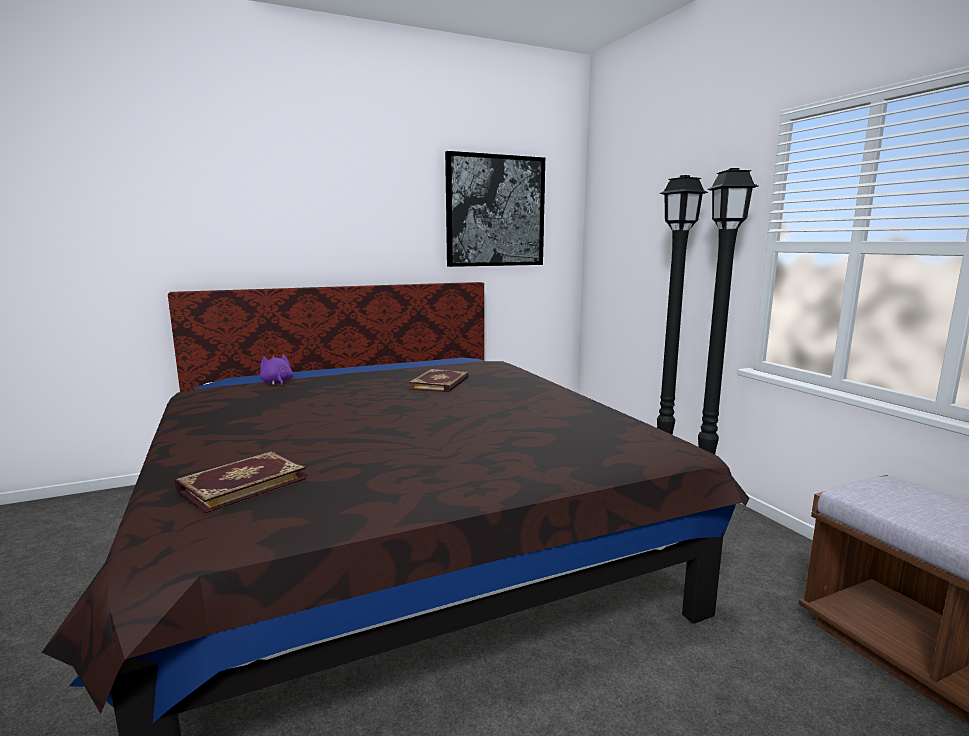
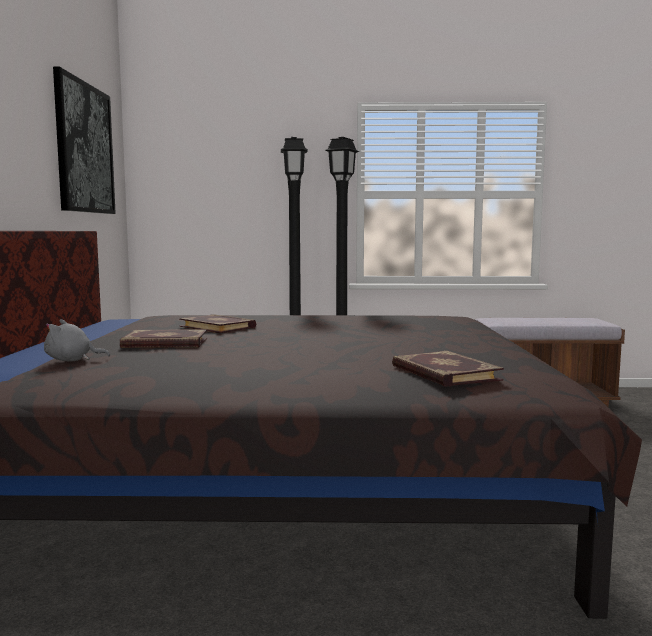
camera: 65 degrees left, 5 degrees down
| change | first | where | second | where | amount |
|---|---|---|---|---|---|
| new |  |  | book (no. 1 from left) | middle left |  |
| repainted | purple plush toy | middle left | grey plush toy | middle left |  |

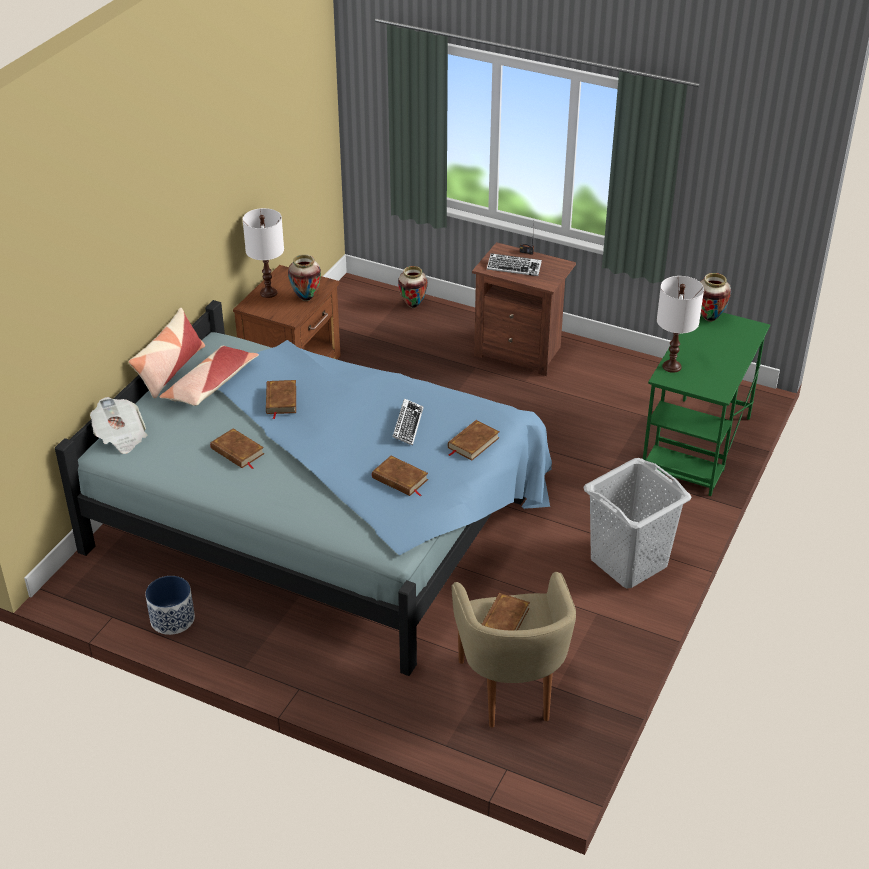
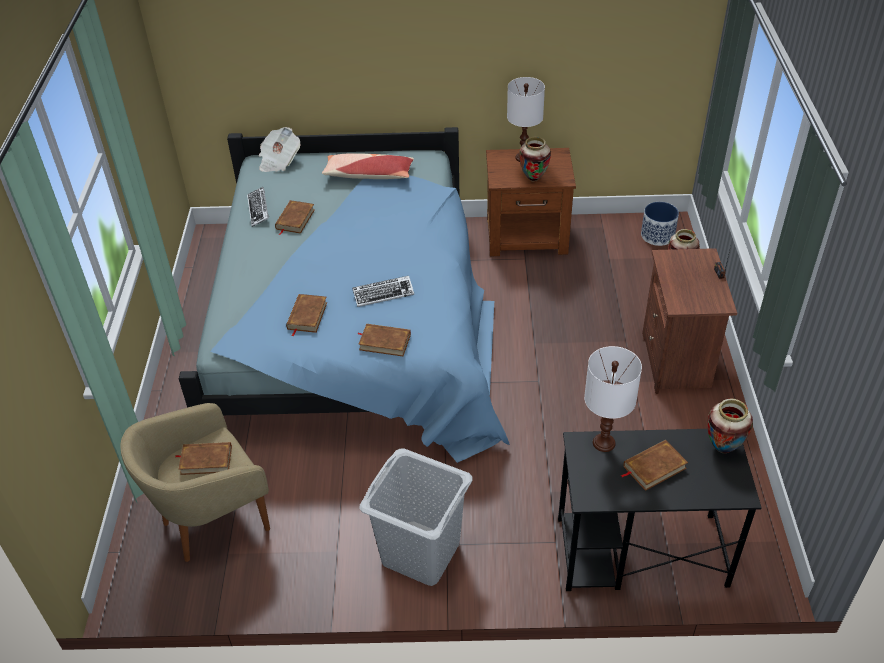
camera: 65 degrees right, 5 degrees up
| change | first | where | second | where | amount |
|---|---|---|---|---|---|
| gone | pillow (no. 1 from left) | middle left |  |  |  |
| shifted | planter | bottom left |  | middle right |  |
| shifted | brown book (no. 2 from left in the first image) | middle left | brown book (no. 5 from left) | bottom right |  |
| shifted | keyboard (no. 2 from left in the first image) | top centre | keyboard (no. 1 from left) | top left |  |
| repainted | green desk | middle right | black desk | bottom right |  |

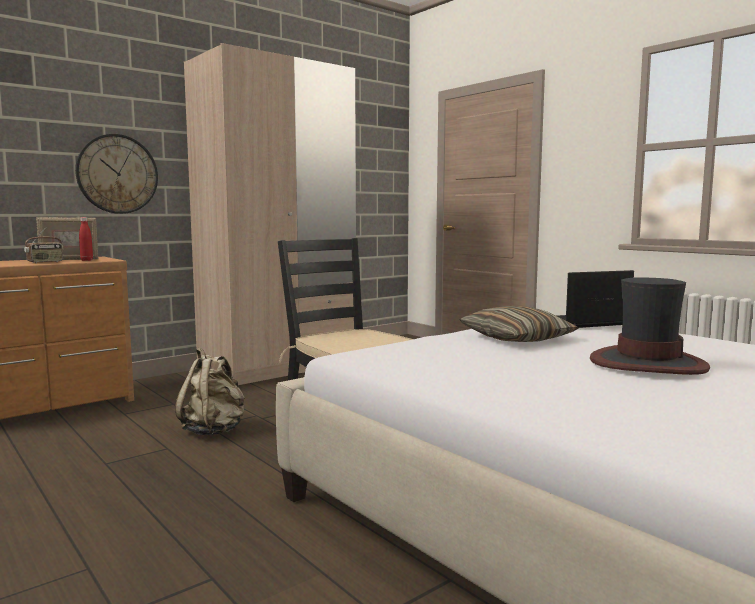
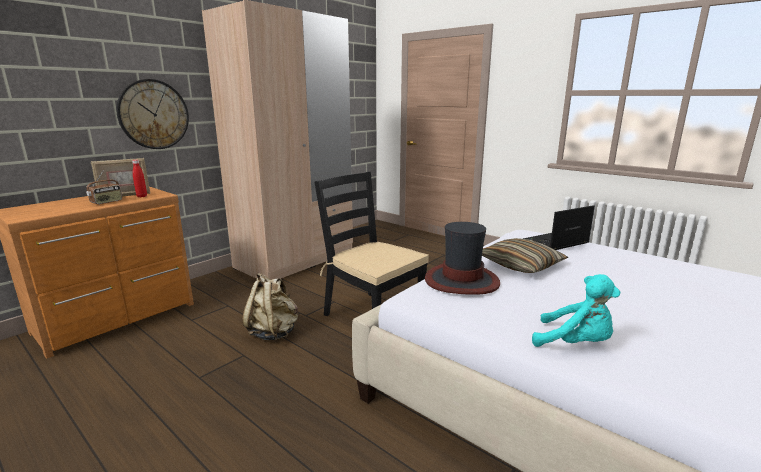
camera: 10 degrees left, 10 degrees up
| change | first | where | second | where | amount |
|---|---|---|---|---|---|
| new |  |  | turquoise plush toy | middle right |  |
| shifted | hat | middle right |  | centre |  |

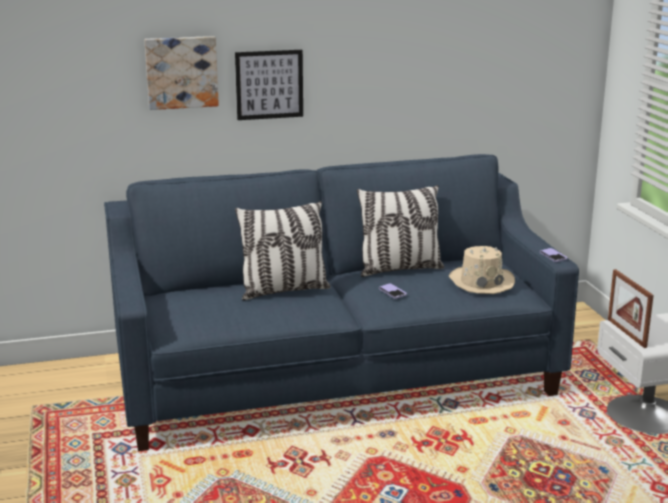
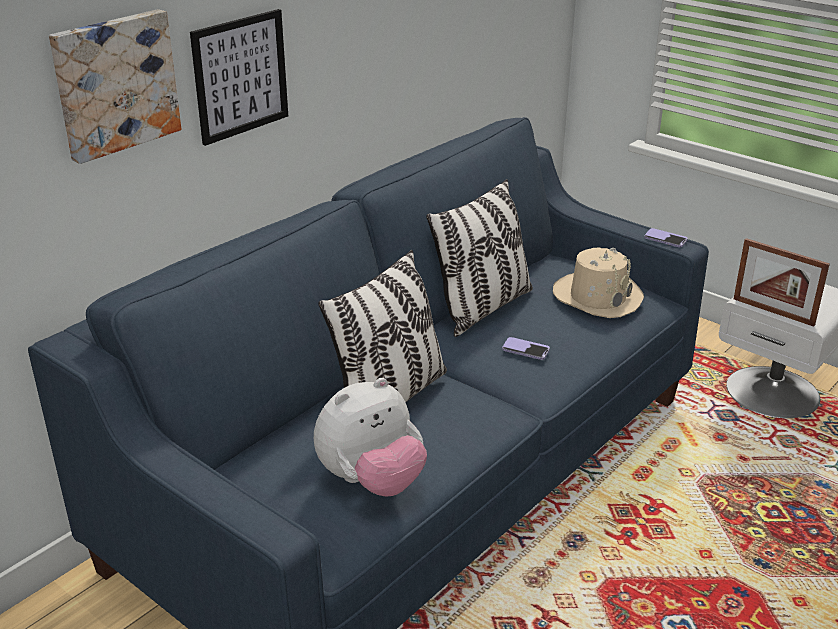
camera: 35 degrees left, 10 degrees up
| change | first | where | second | where | amount |
|---|---|---|---|---|---|
| new |  |  | plush toy | bottom centre |  |

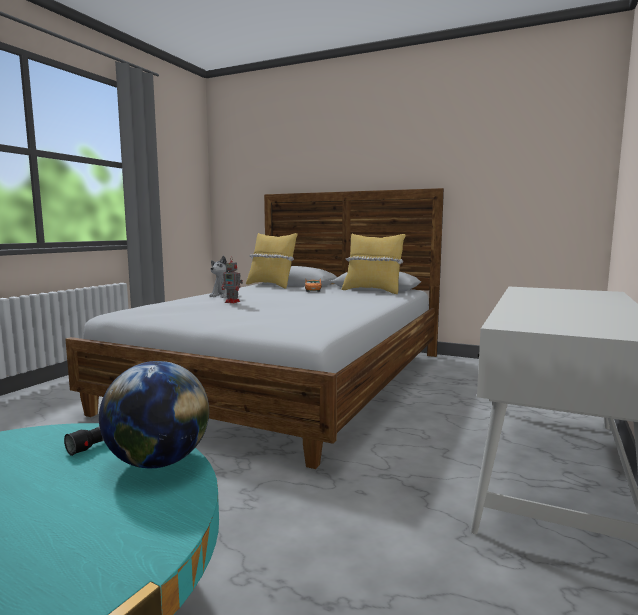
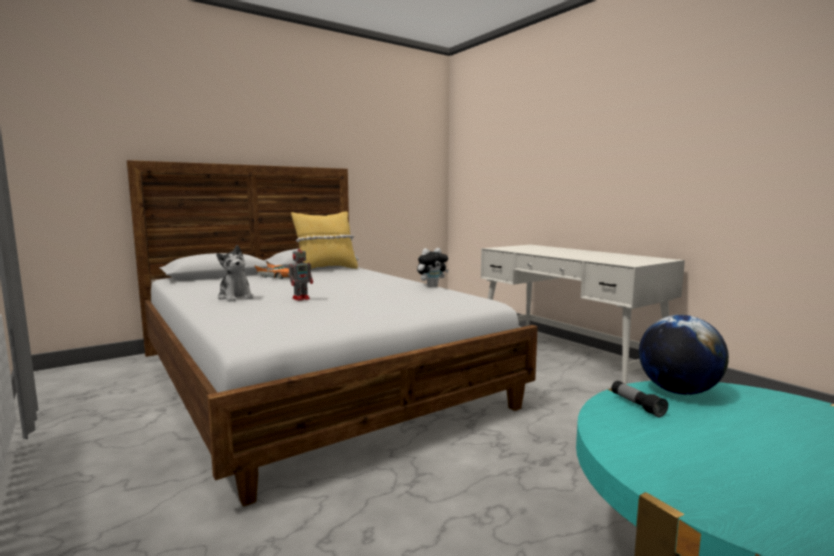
camera: 60 degrees left, 0 degrees up
| change | first | where | second | where | amount |
|---|---|---|---|---|---|
| gone | yellow pillow (no. 1 from left) | centre |  |  |  |
| new |  |  | plush toy (no. 2 from left) | centre |  |

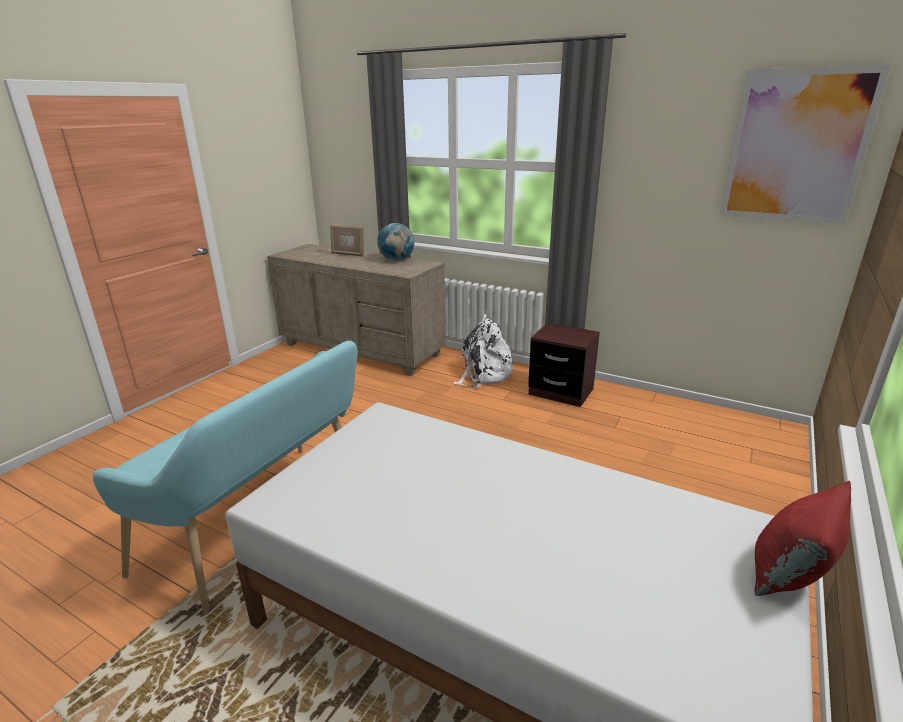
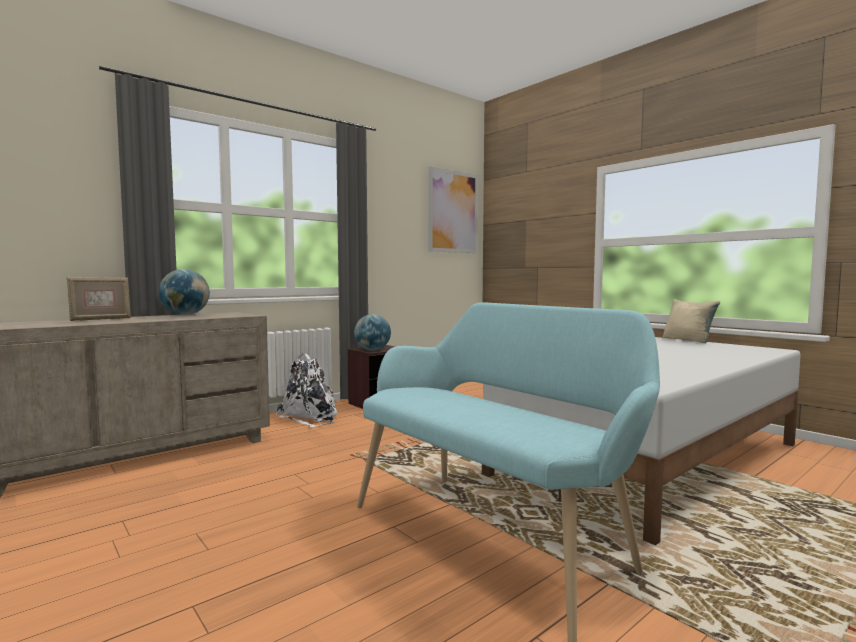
camera: 70 degrees left, 20 degrees down
| change | first | where | second | where | amount |
|---|---|---|---|---|---|
| new |  |  | globe (no. 2 from left) | centre |  |
| repainted | red pillow | bottom right | beige pillow | middle right |  |

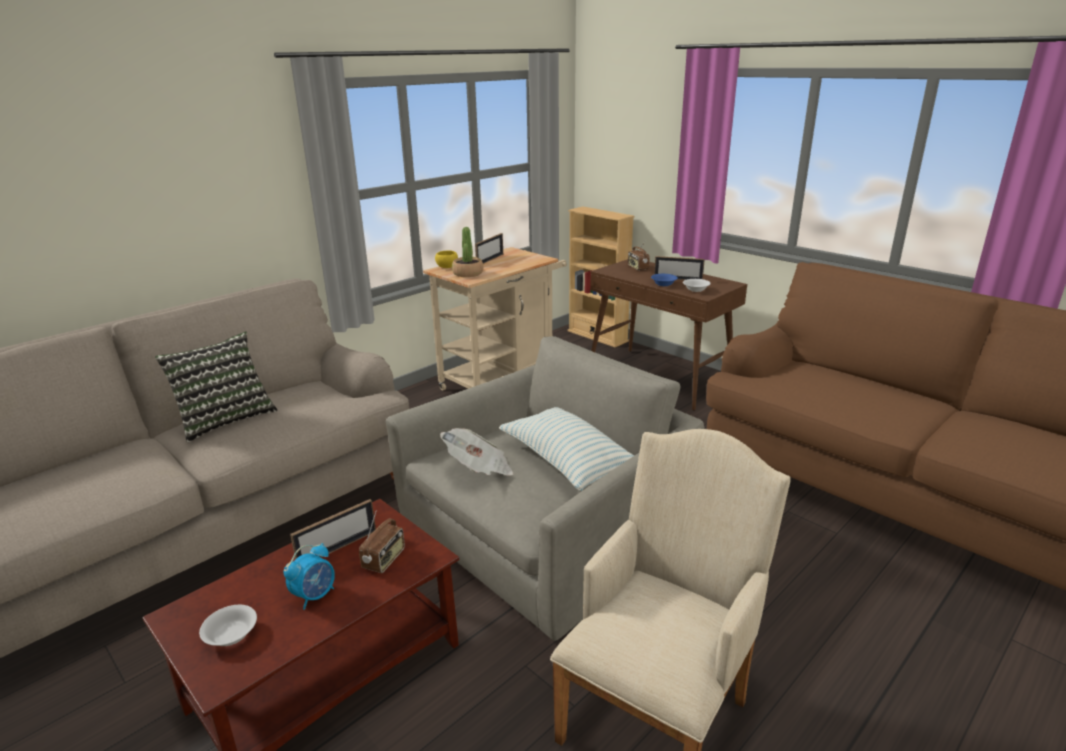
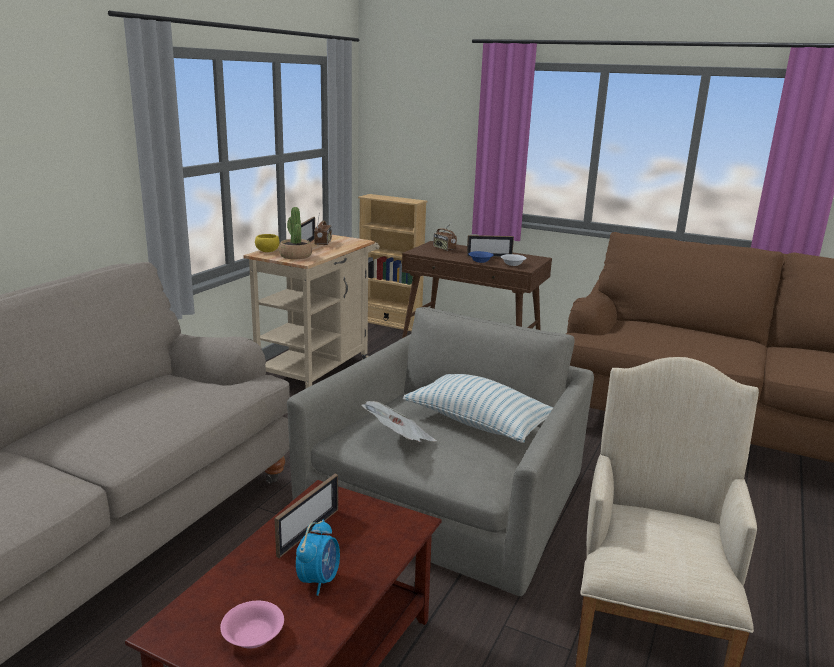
camera: 20 degrees left, 5 degrees down
| change | first | where | second | where | amount |
|---|---|---|---|---|---|
| gone | pillow (no. 1 from left) | middle left |  |  |  |
| shifted | radio (no. 1 from left) | bottom centre |  | centre |  |
| repainted | white bowl (no. 1 from left) | bottom left | pink bowl | bottom left |  |

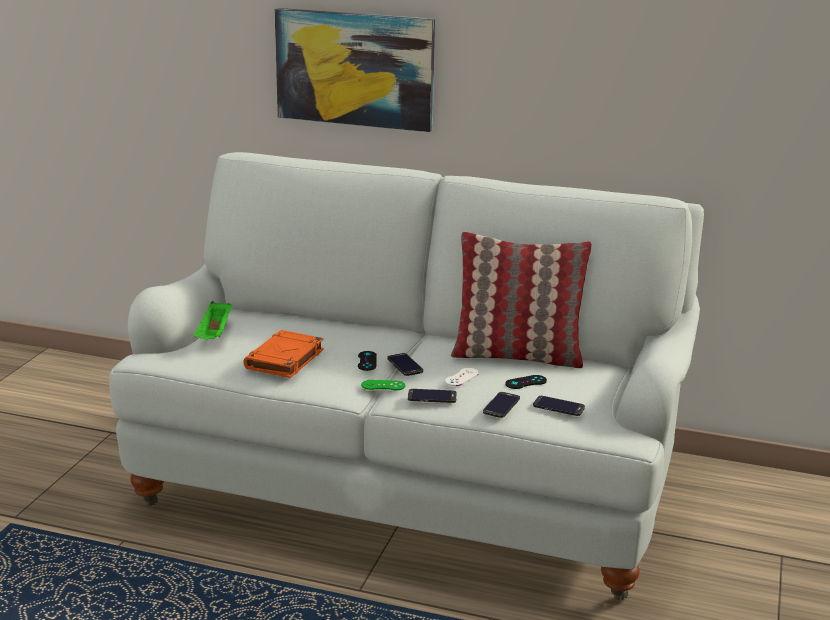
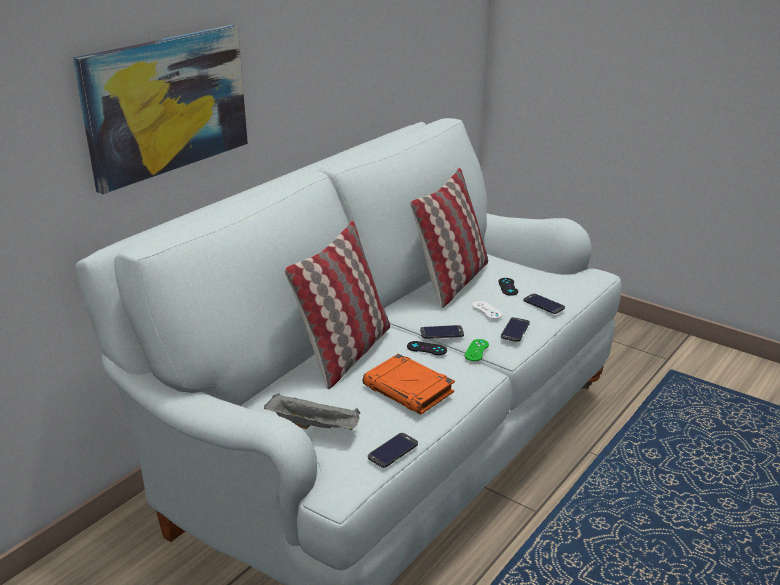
camera: 70 degrees left, 5 degrees up
| change | first | where | second | where | amount |
|---|---|---|---|---|---|
| new |  |  | pillow (no. 1 from left) | centre |  |
| shifted | phone (no. 4 from left in the first image) | middle right | phone (no. 1 from left) | bottom centre |  |
| repainted | green tray | middle left | grey tray | bottom centre |  |

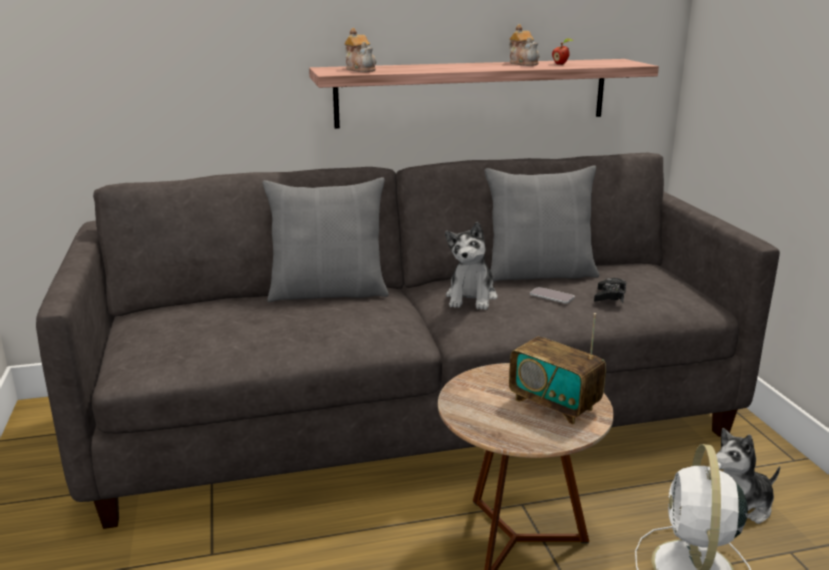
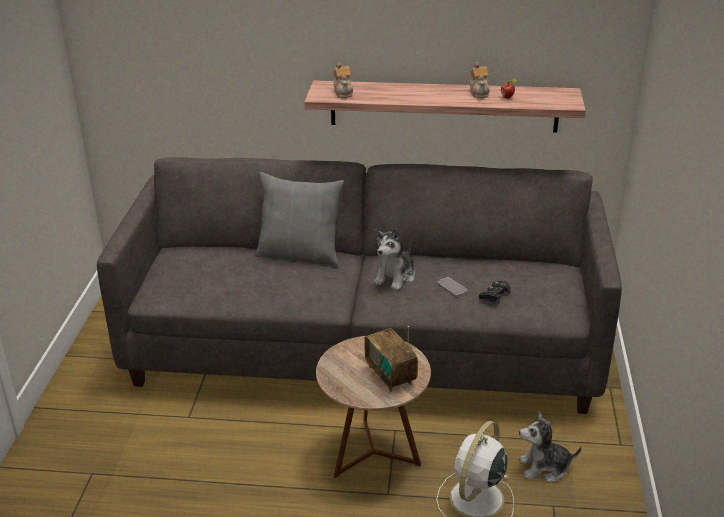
camera: 20 degrees right, 10 degrees up
| change | first | where | second | where | amount |
|---|---|---|---|---|---|
| gone | grey pillow (no. 2 from left) | centre |  |  |  |

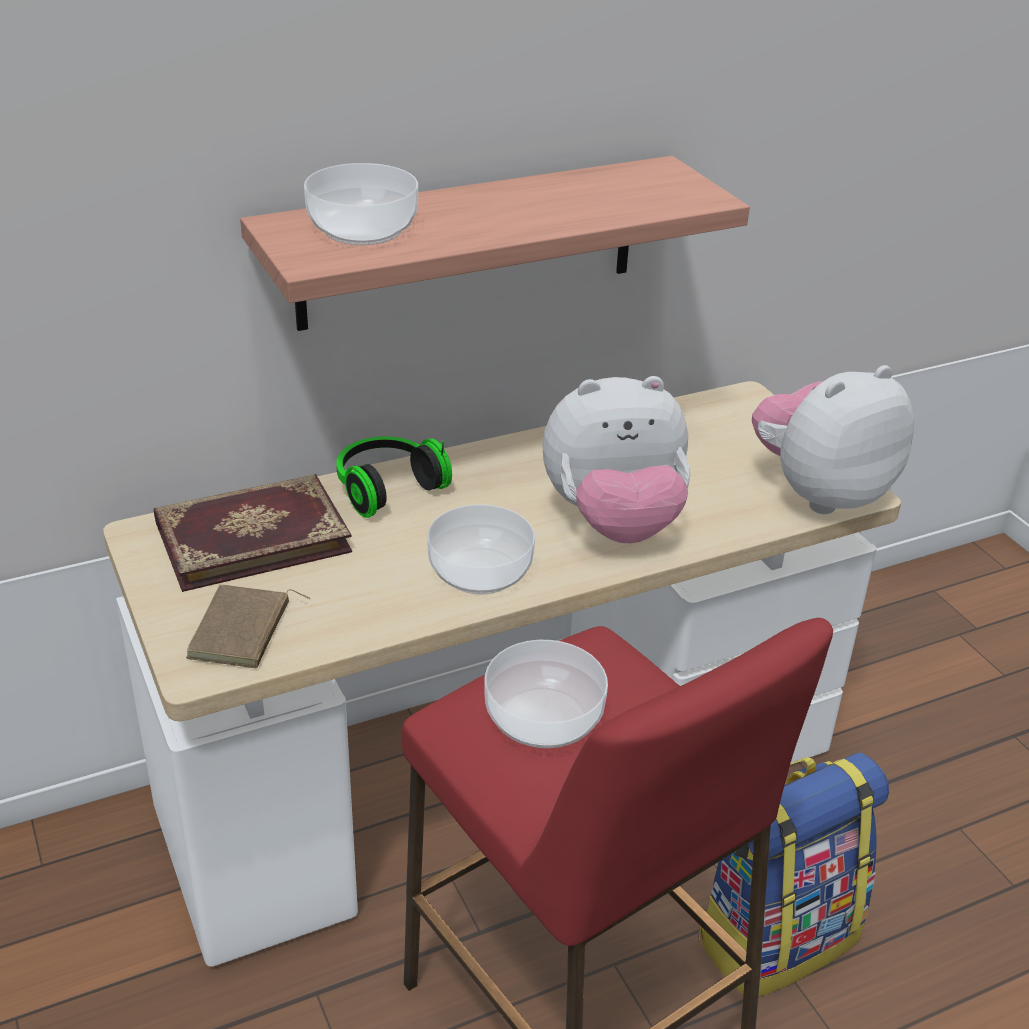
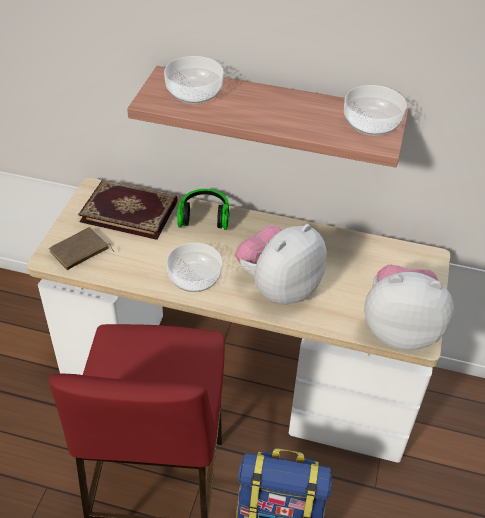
camera: 40 degrees right, 10 degrees up
| change | first | where | second | where | amount |
|---|---|---|---|---|---|
| shifted | bowl (no. 3 from left) | bottom centre |  | top right |  |
| rotated | plush toy (no. 1 from left) | centre |  | centre | 105 degrees clockwise |

